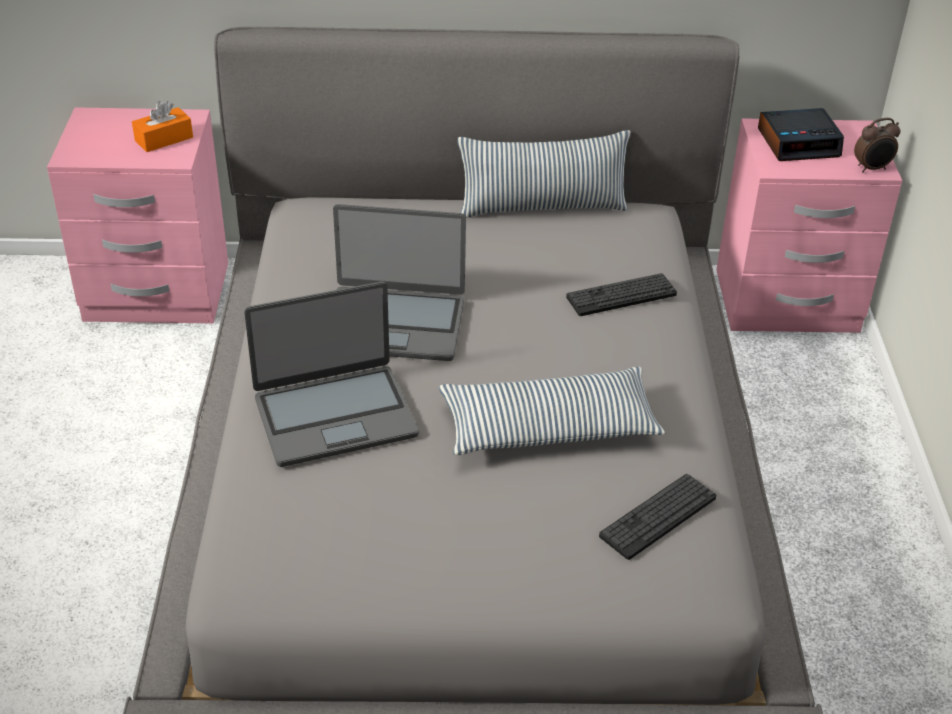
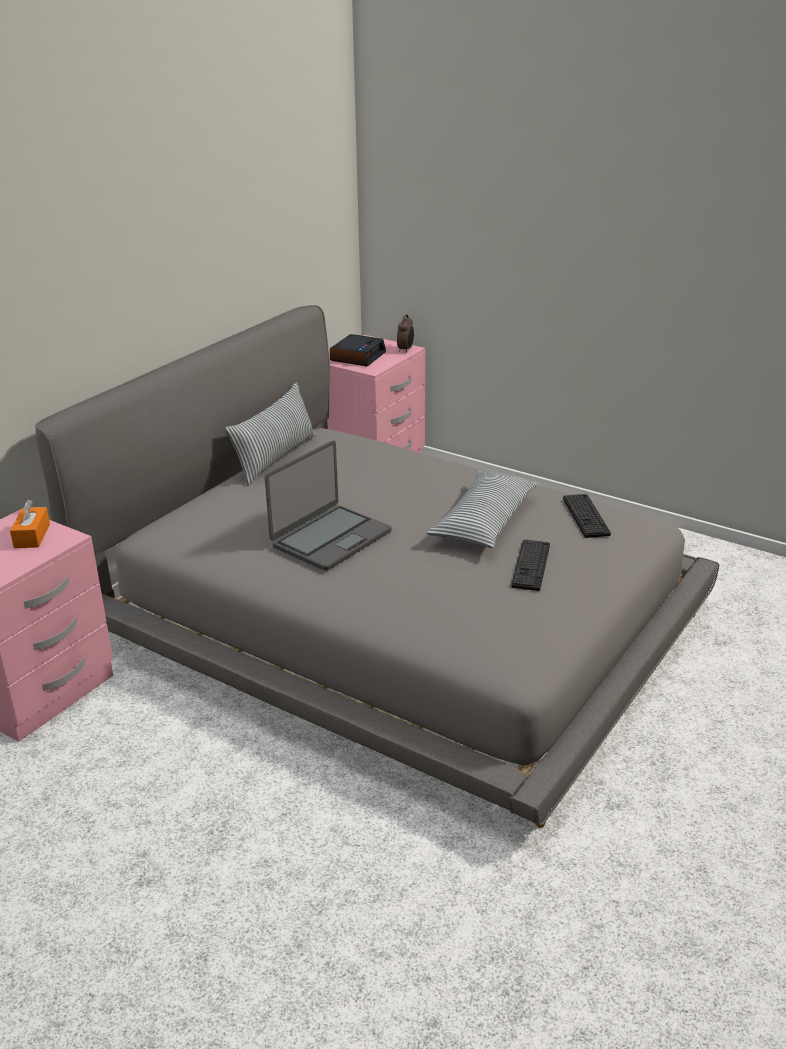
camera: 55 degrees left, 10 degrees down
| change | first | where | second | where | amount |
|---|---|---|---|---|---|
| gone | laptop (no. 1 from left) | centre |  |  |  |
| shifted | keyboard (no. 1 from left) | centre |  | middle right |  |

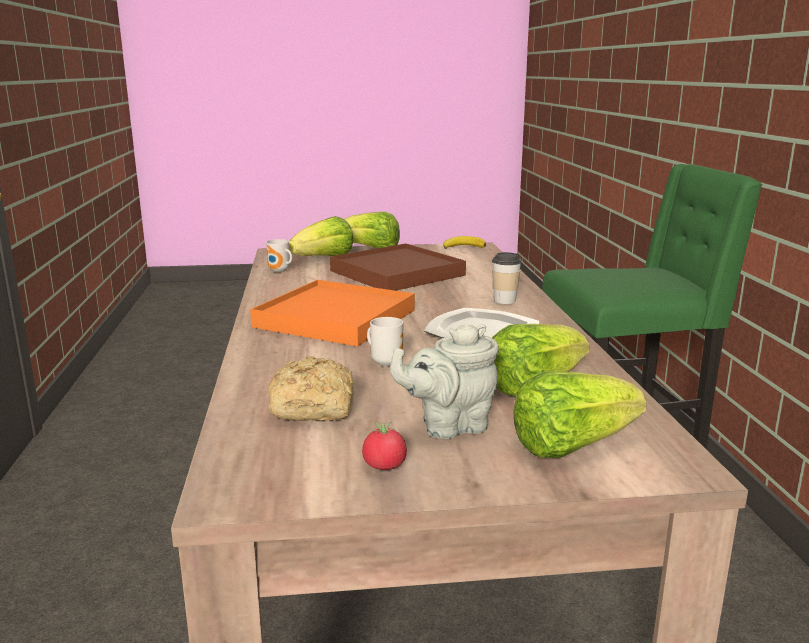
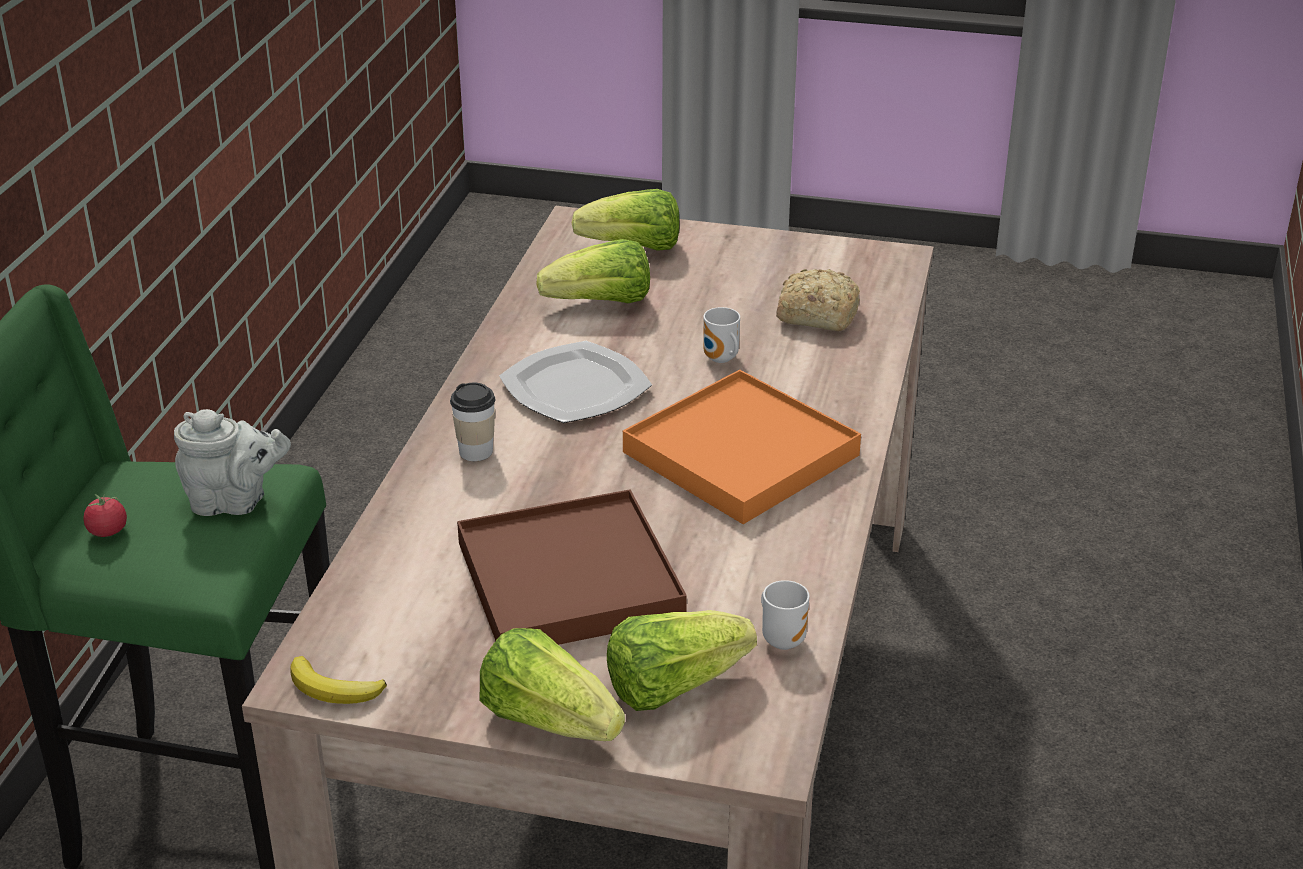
camera: 160 degrees left, 15 degrees up
| change | first | where | second | where | amount |
|---|---|---|---|---|---|
| shifted | tomato | bottom centre |  | middle left |  |
| shifted | grey teapot | centre |  | middle left |  |

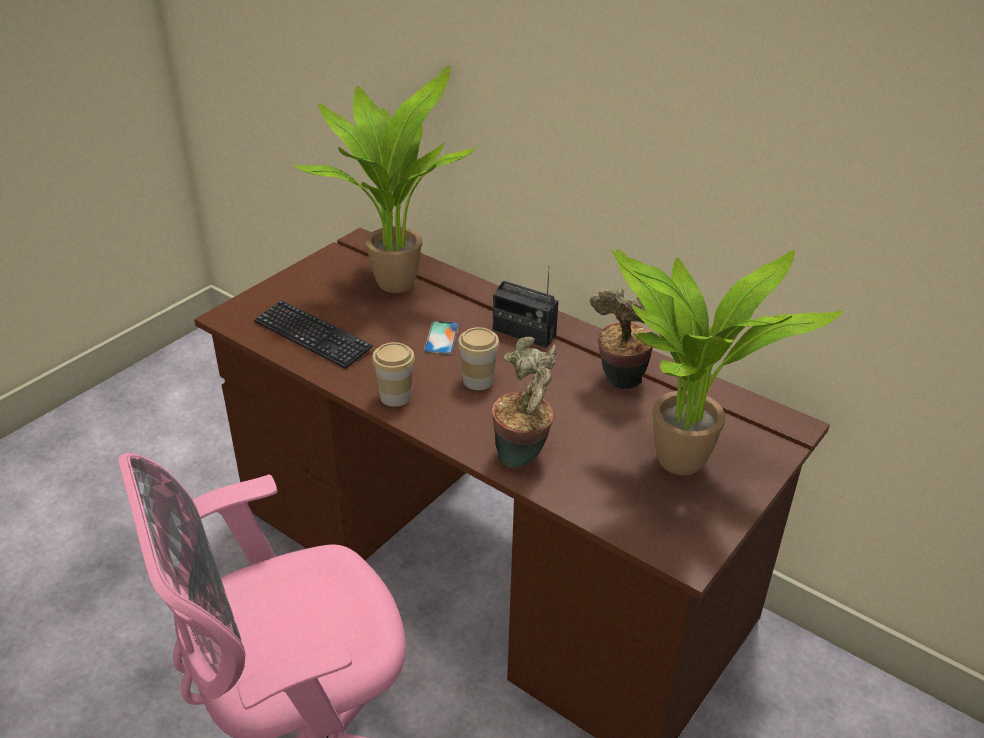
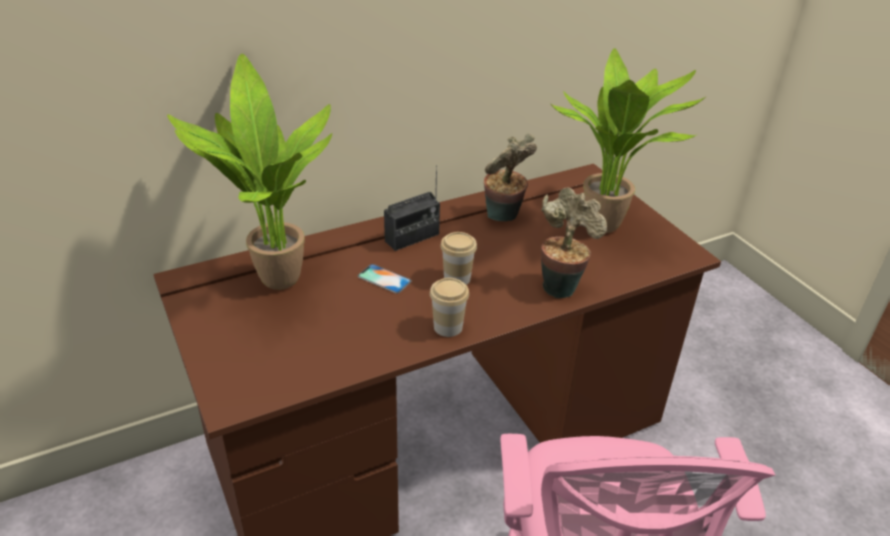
camera: 65 degrees left, 0 degrees up
| change | first | where | second | where | amount |
|---|---|---|---|---|---|
| gone | keyboard | middle left |  |  |  |

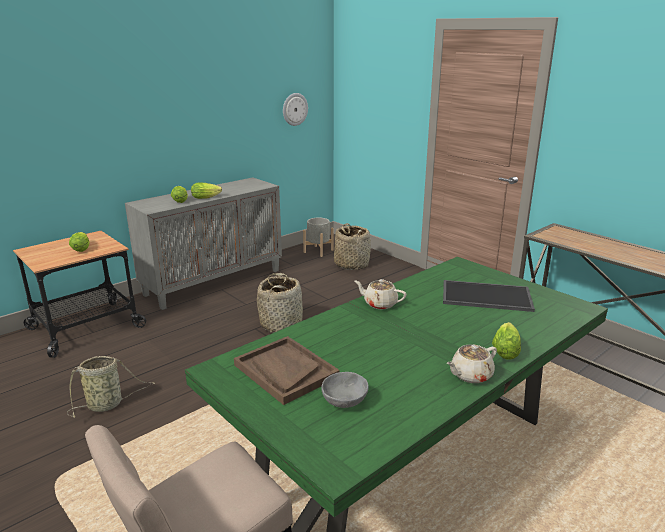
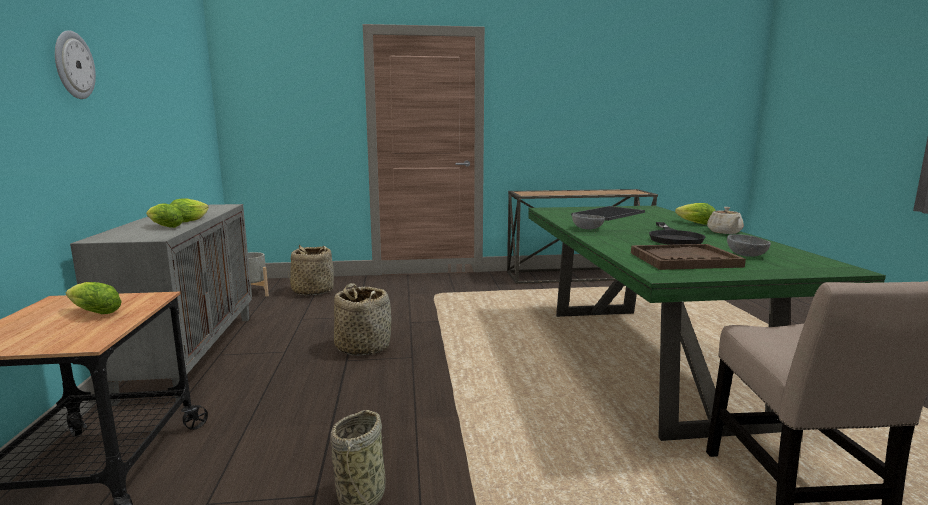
camera: 55 degrees left, 10 degrees down
| change | first | where | second | where | amount |
|---|---|---|---|---|---|
| new |  |  | black frying pan | middle right |  |
| shifted | wall clock | top centre |  | top left |  |
| swapped | beige teapot (no. 1 from left) | centre | grey bowl (no. 1 from left) | centre |  |

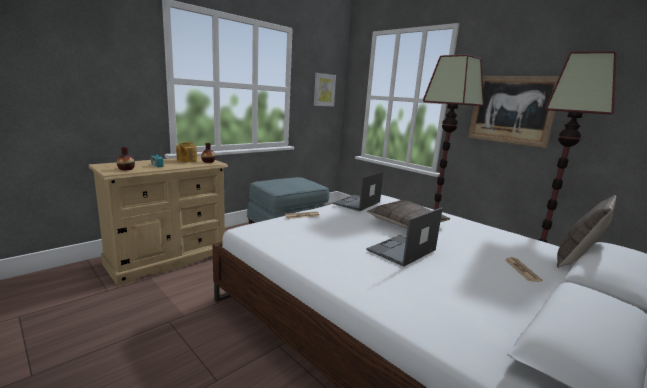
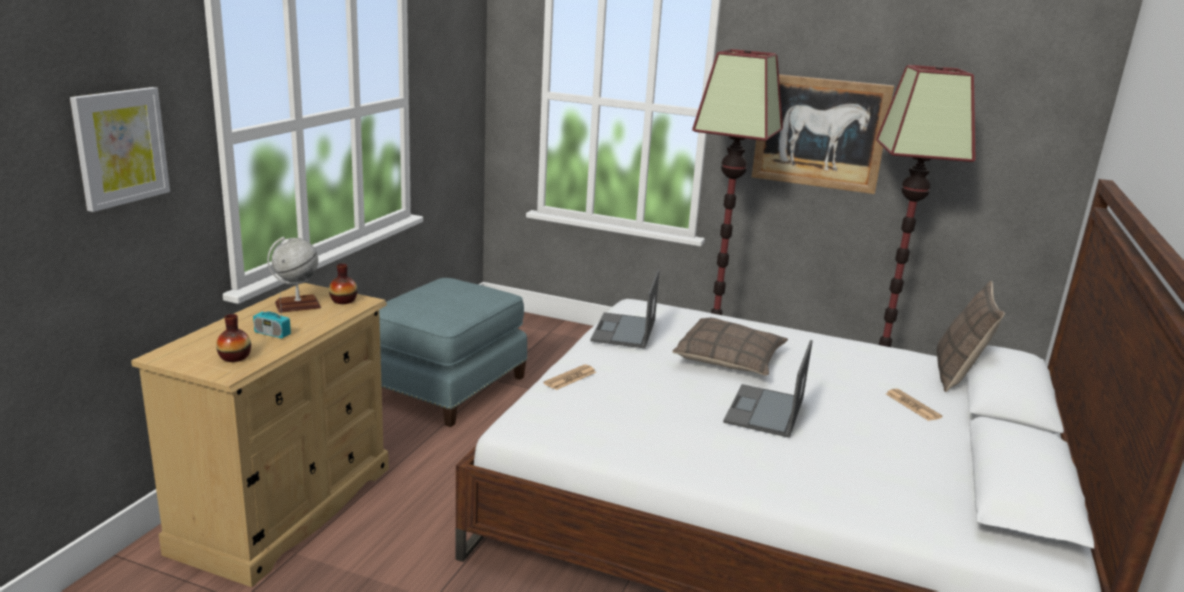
camera: 25 degrees left, 5 degrees up
| change | first | where | second | where | amount |
|---|---|---|---|---|---|
| shifted | picture (no. 1 from left) | top centre |  | top left |  |
| swapped | teapot | middle left | globe | middle left |  |

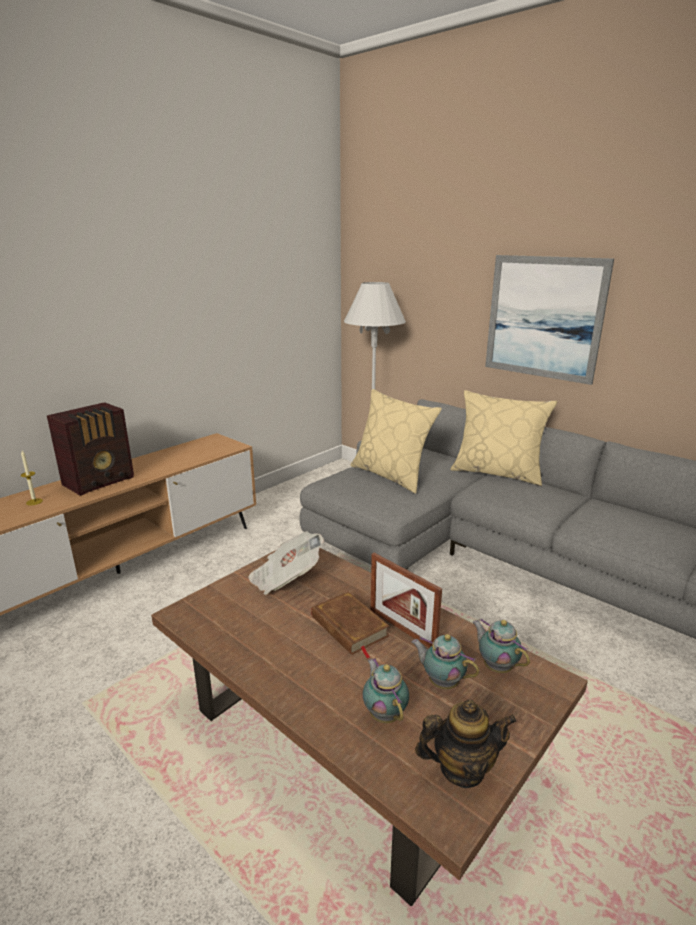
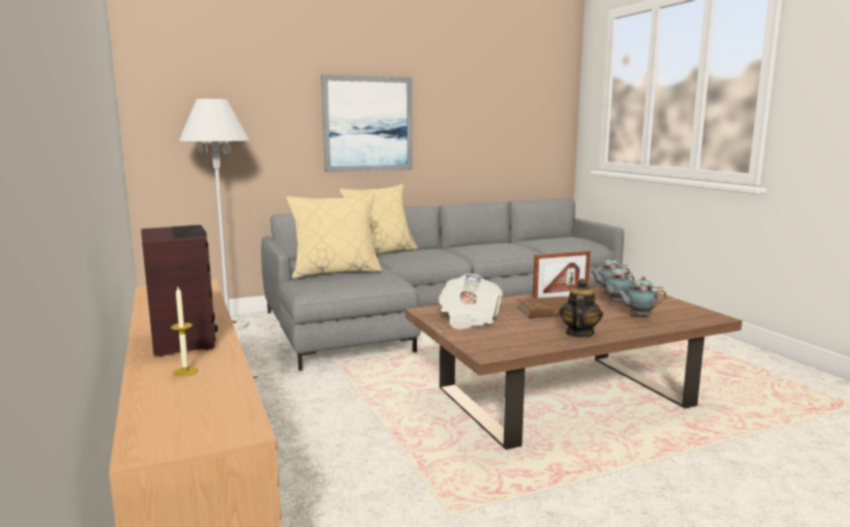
camera: 65 degrees left, 10 degrees down
| change | first | where | second | where | amount |
|---|---|---|---|---|---|
| shifted | teapot (no. 3 from left in the first image) | bottom right | teapot (no. 1 from left) | middle right |  |

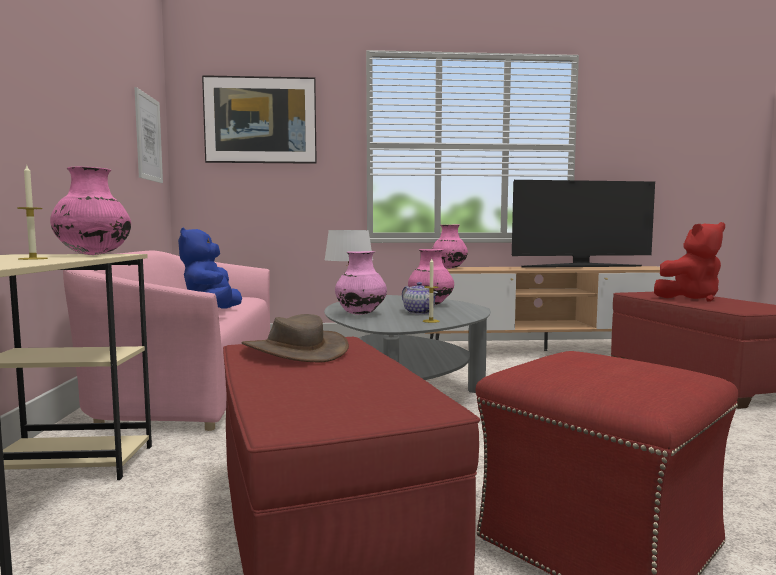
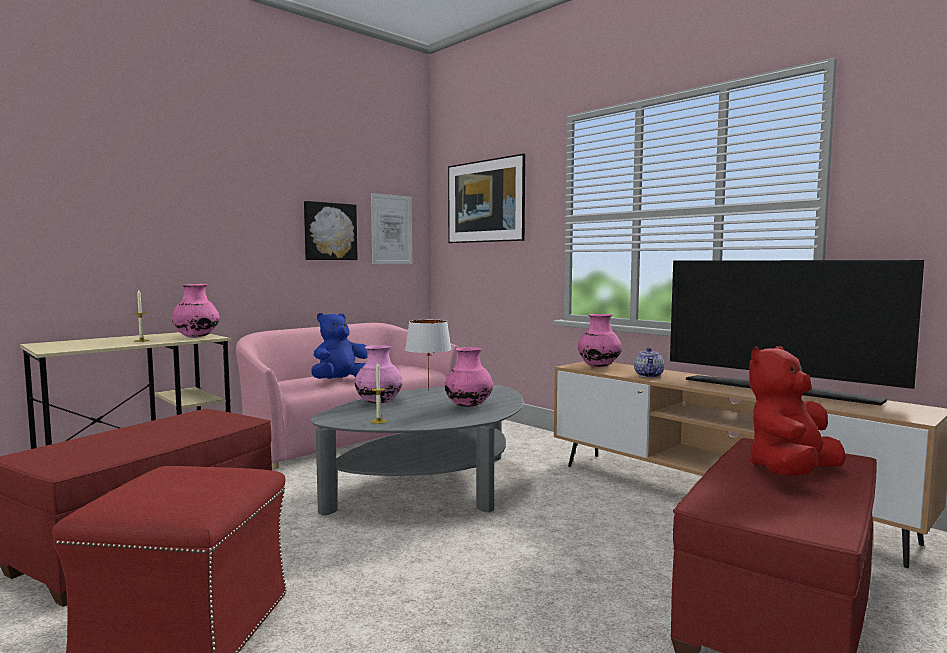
camera: 50 degrees right, 0 degrees up
| change | first | where | second | where | amount |
|---|---|---|---|---|---|
| gone | brown hat | centre |  |  |  |
| new |  |  | picture (no. 1 from left) | centre |  |
| shifted | teapot | centre |  | middle right |  |
| rotated | red plush toy | middle right |  | middle right | 105 degrees clockwise |

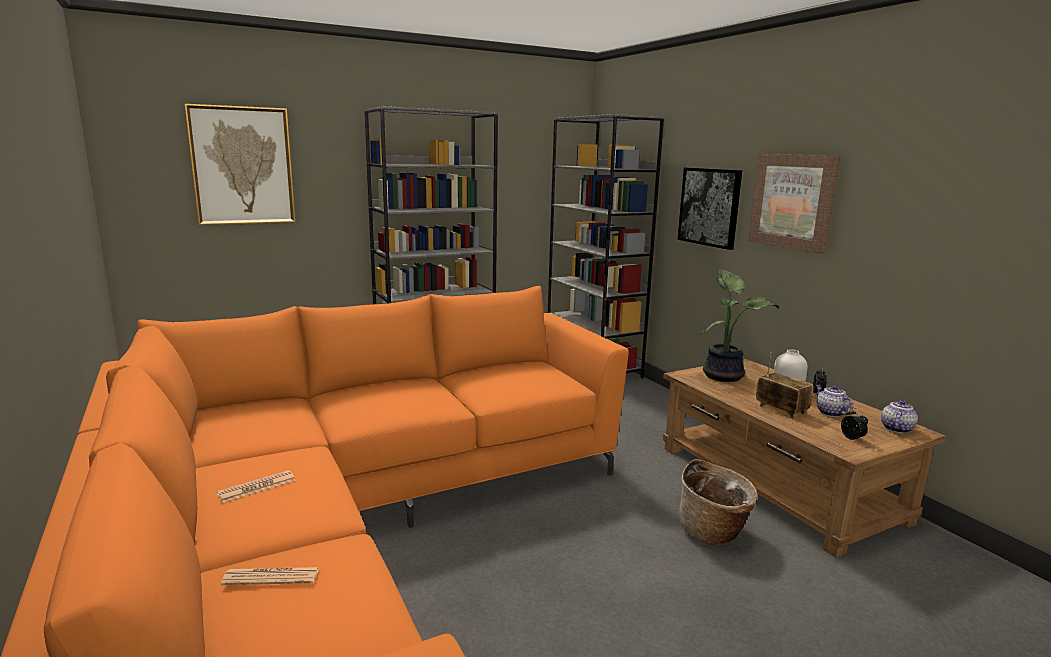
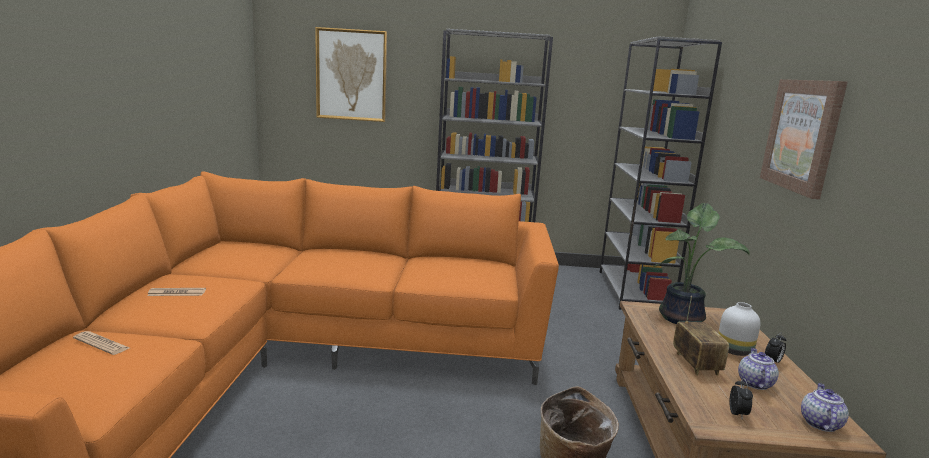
camera: 30 degrees right, 0 degrees up
| change | first | where | second | where | amount |
|---|---|---|---|---|---|
| gone | picture (no. 2 from left) | top right |  |  |  |
| rotated | teapot (no. 2 from left) | middle right |  | bottom right | 45 degrees counterclockwise |

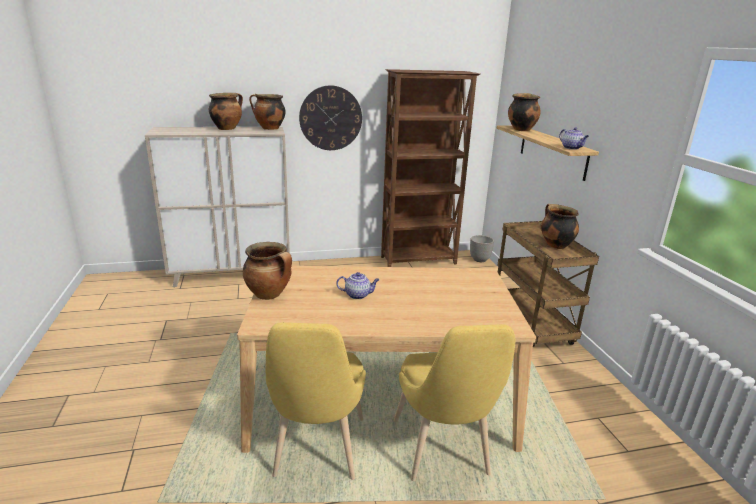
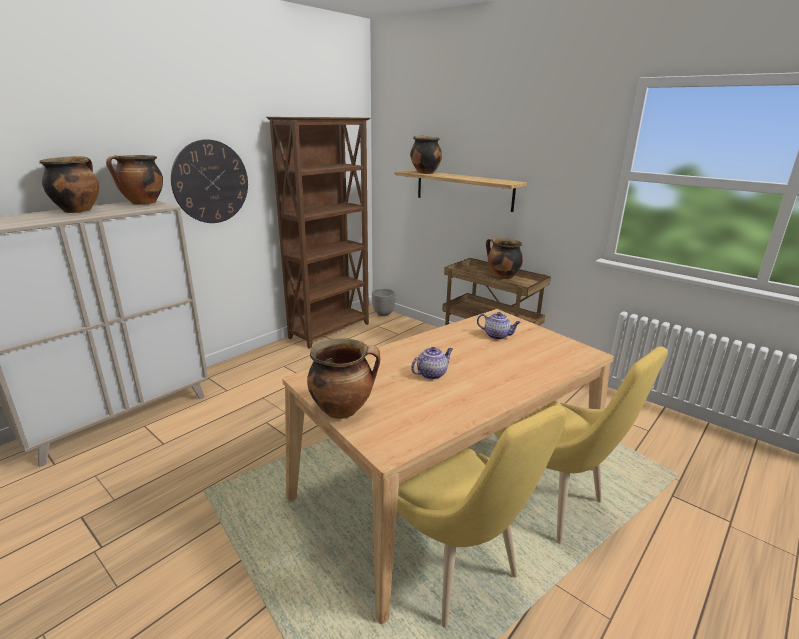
camera: 35 degrees left, 0 degrees up
| change | first | where | second | where | amount |
|---|---|---|---|---|---|
| shifted | teapot (no. 2 from left) | top right |  | centre |  |

